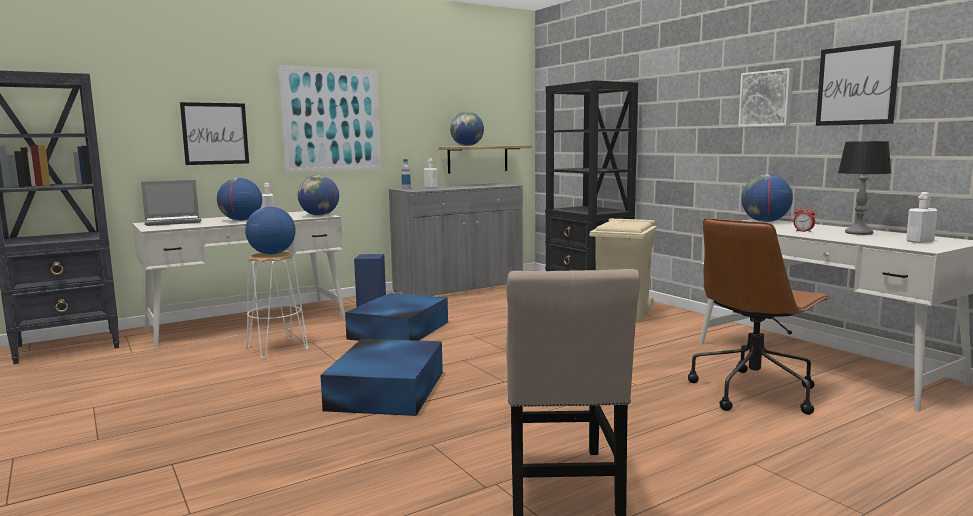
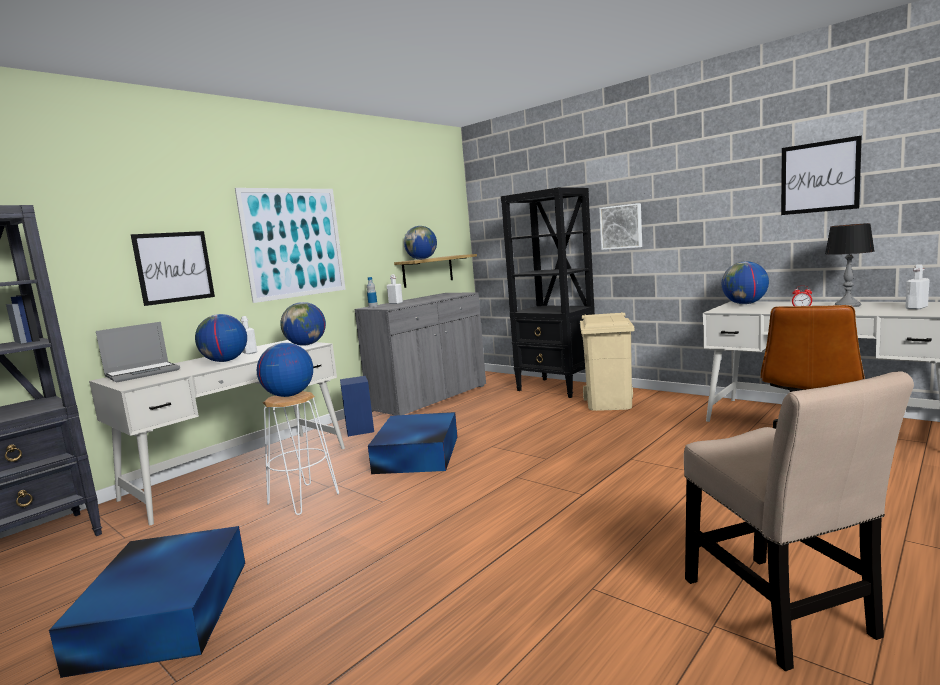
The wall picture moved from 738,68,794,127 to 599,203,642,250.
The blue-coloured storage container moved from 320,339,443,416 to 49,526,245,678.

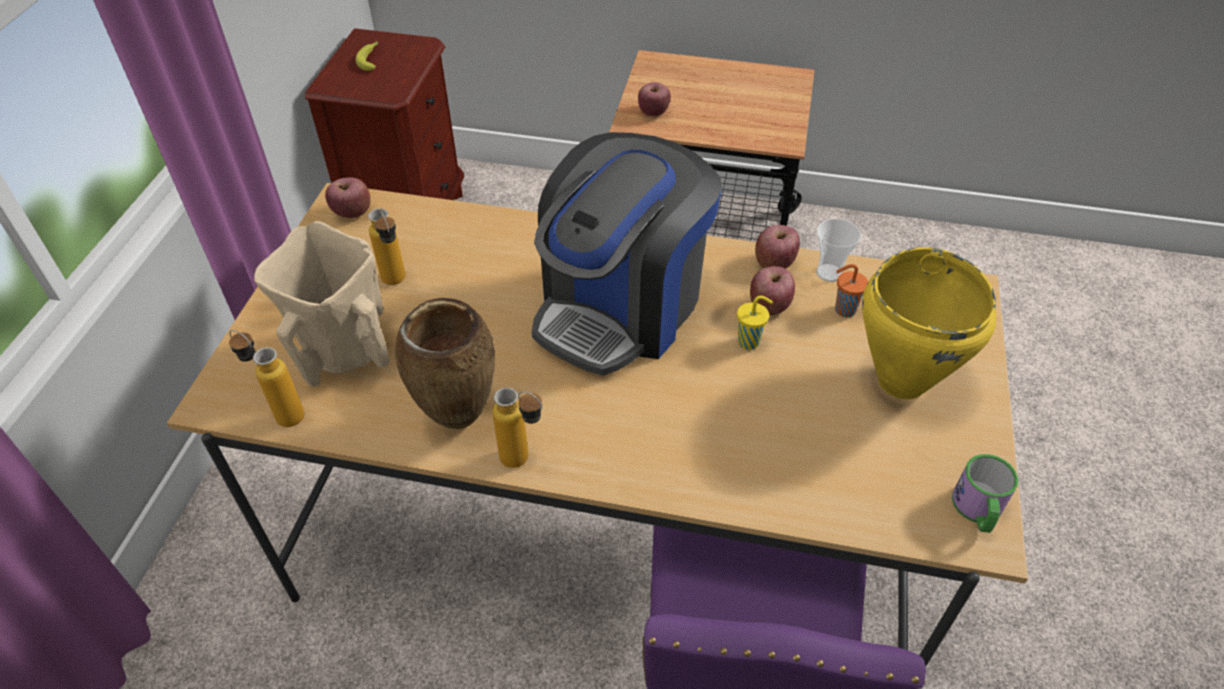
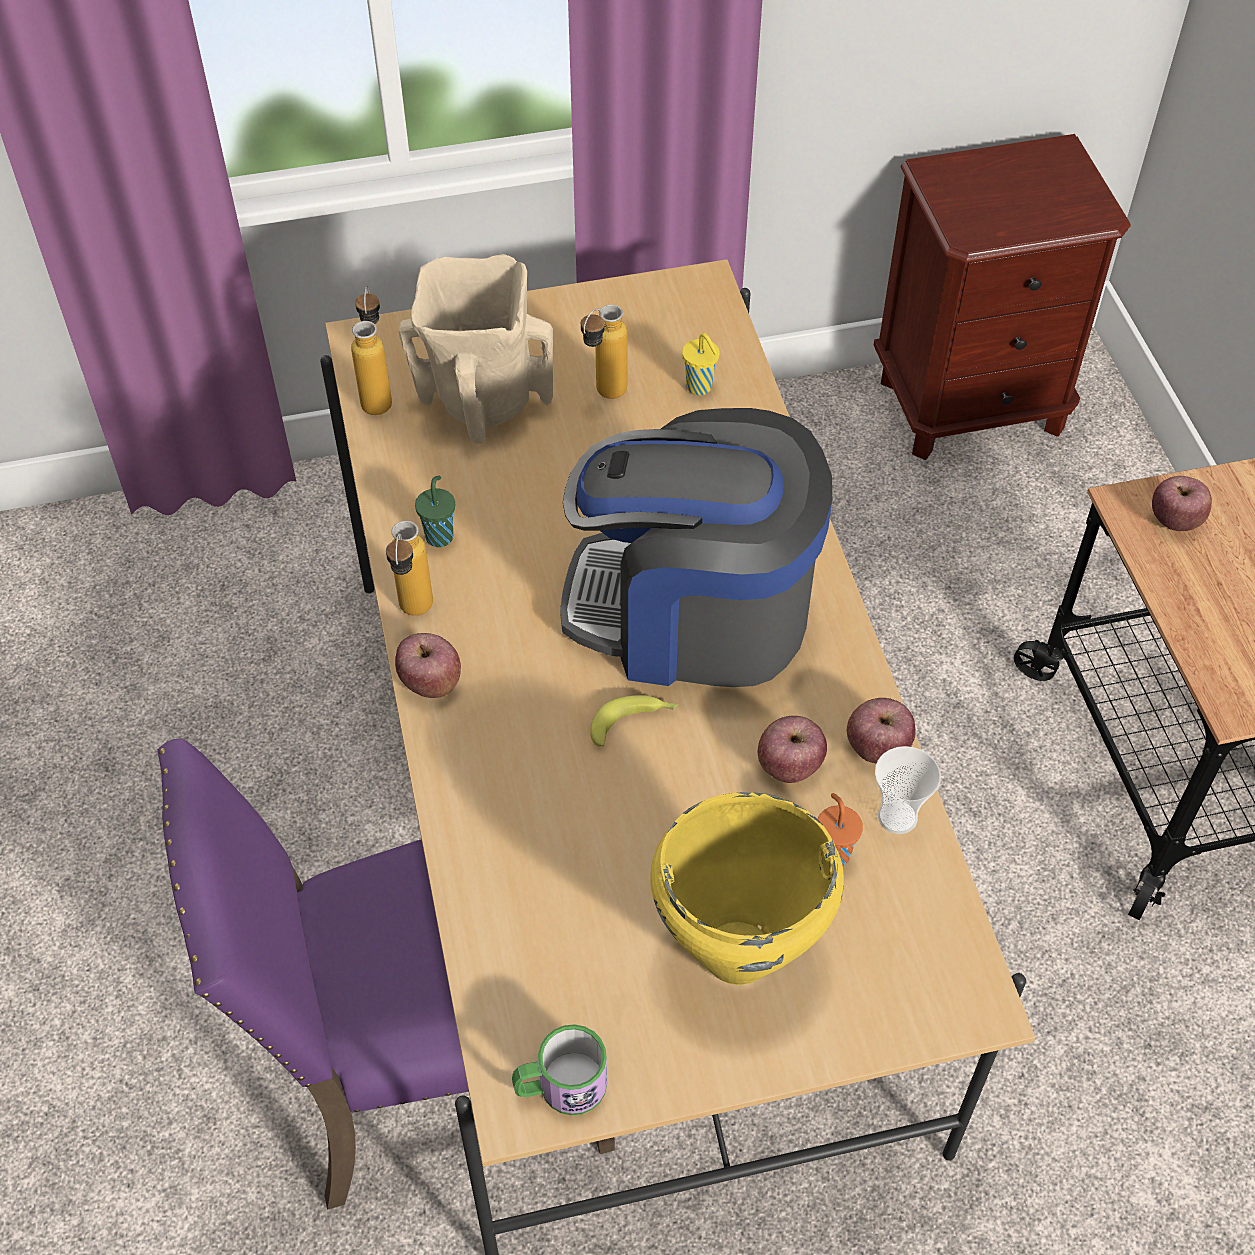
The banana fruit moved from 356,41,378,71 to 590,695,679,746.
The apple moved from 325,177,371,218 to 395,633,461,698.
The yellowish small cup moved from 737,296,773,350 to 682,333,719,395.
The brown-coloured vase at 395,298,495,429 was replaced by the green small cup at 415,476,455,547.

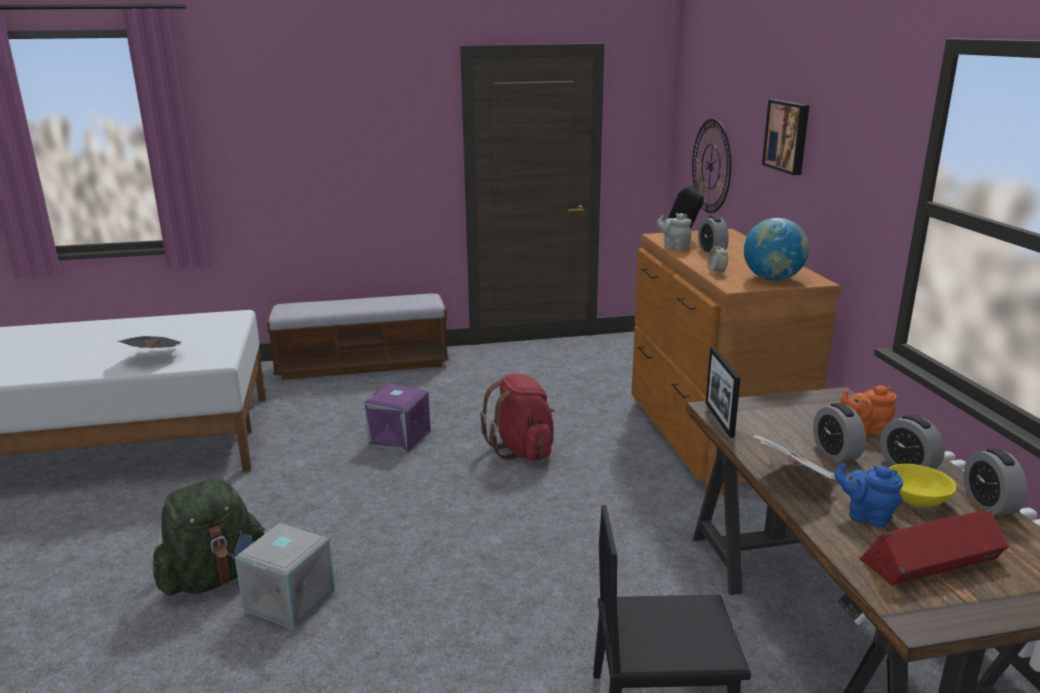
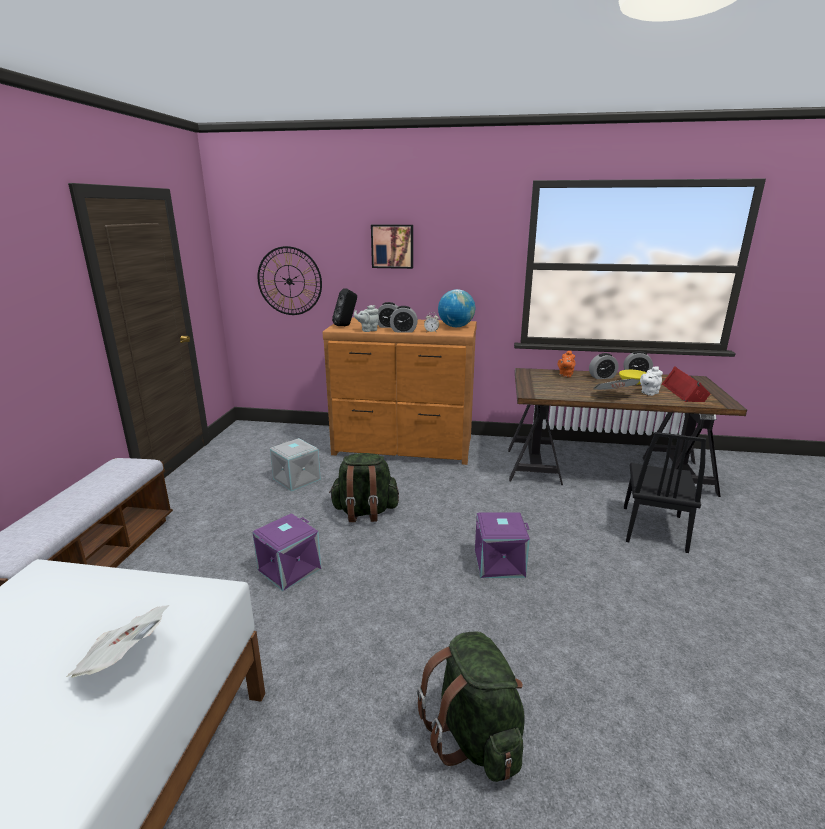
The photo frame at 705,347,741,438 disappeared.
The red-coloured knapsack at 480,374,555,461 became the green knapsack at 329,453,399,522.
The table clock moved from 813,403,866,462 to 390,306,418,333.
The blue-coloured pot for tea at 835,463,903,528 became the whitish pot for tea at 640,366,663,396.
The greyish storage container moved from 235,523,335,630 to 270,438,321,491.
The purple storage container at 475,513,530,578 appeared.

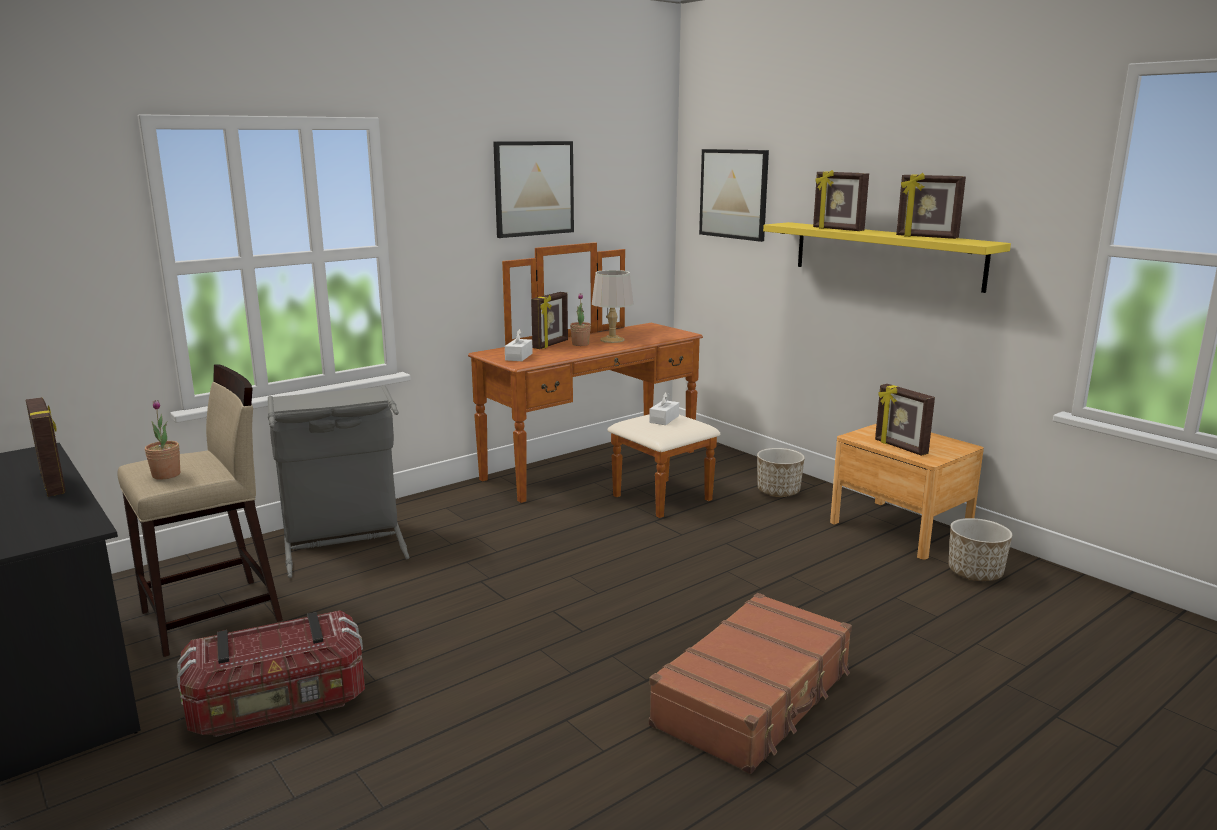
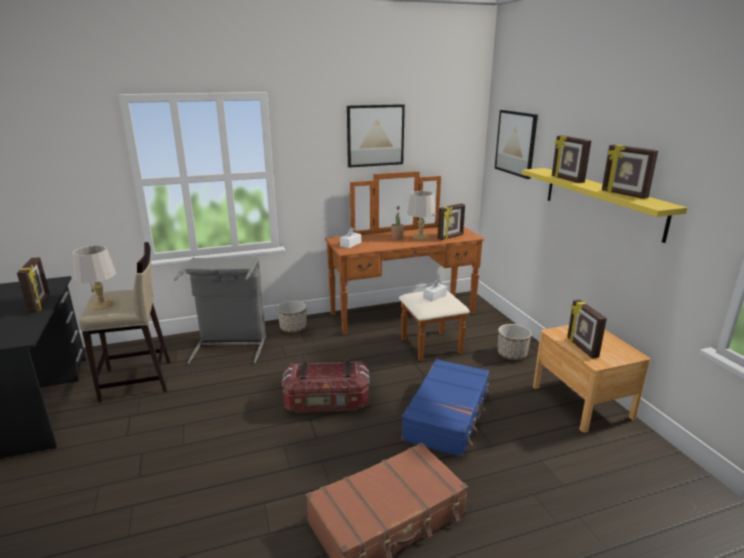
The photo frame moved from 531,292,568,349 to 437,203,465,240.
The houseplant at 145,400,180,480 was replaced by the greyish table lamp at 73,245,116,310.
The planter moved from 948,518,1012,581 to 277,301,307,333.
The storage container moved from 177,610,365,737 to 282,360,370,413.
The blue-coloured suitcase at 401,359,491,458 appeared.

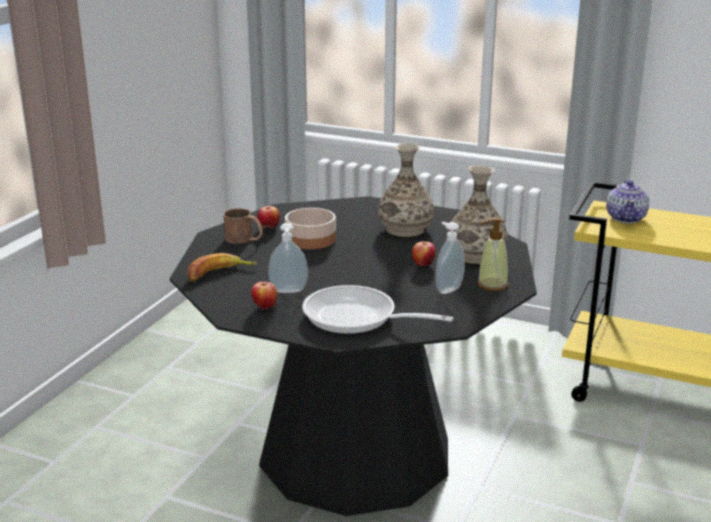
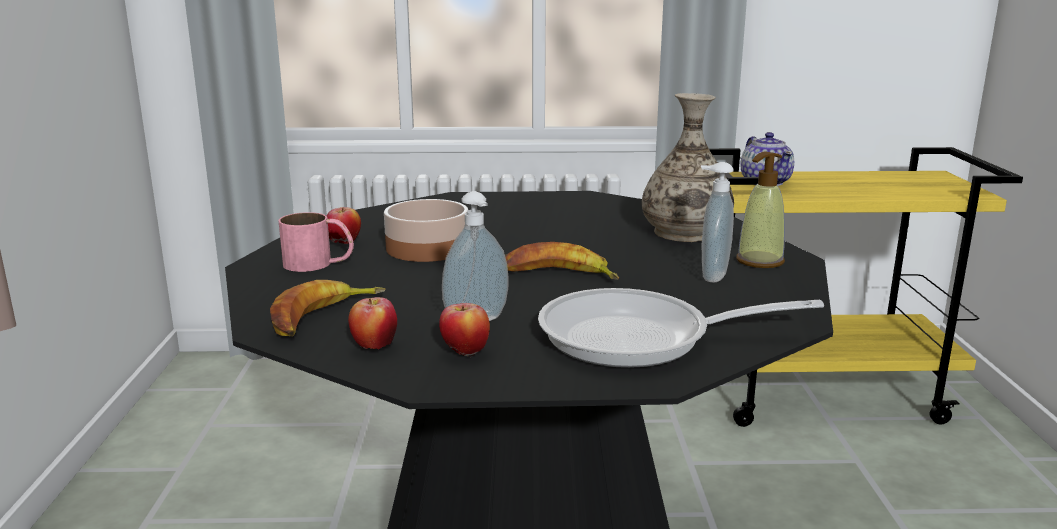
The vase at 378,143,435,237 disappeared.
The brown-coloured coffee mug at 224,208,263,244 became the pink-coloured coffee mug at 278,212,354,272.
The apple moved from 412,241,435,267 to 348,297,397,350.
The banana fruit at 505,242,619,280 appeared.

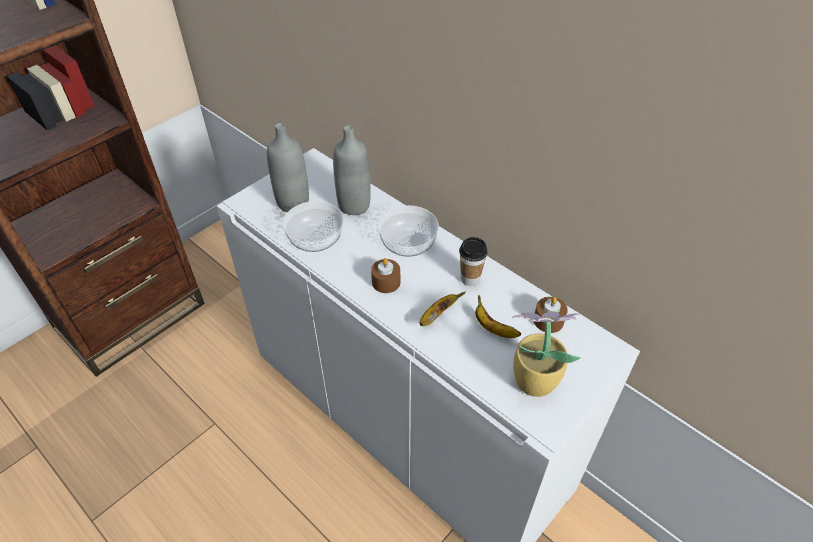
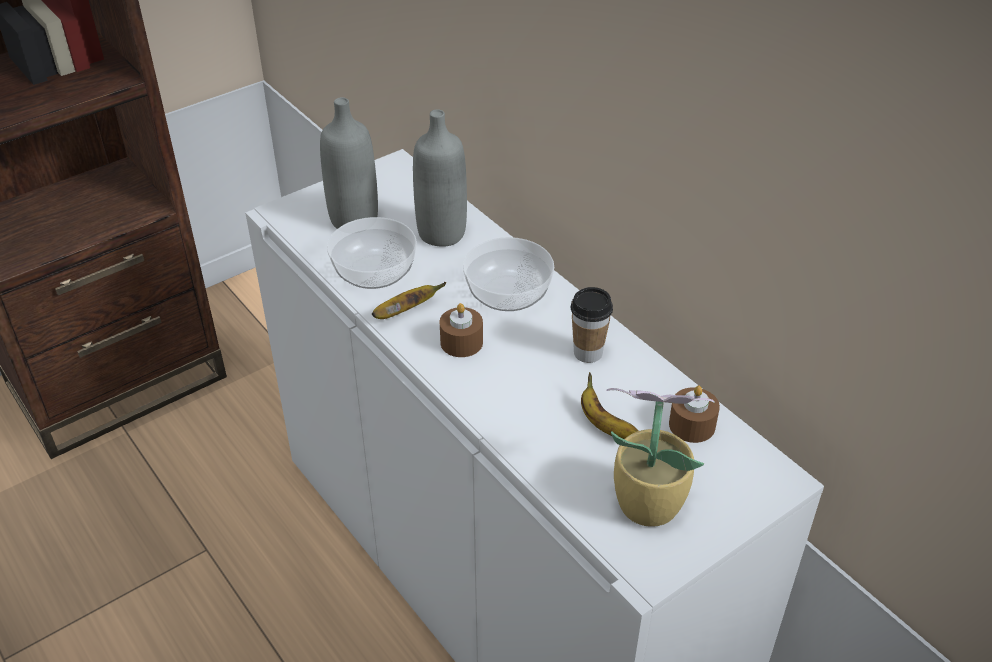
The banana fruit moved from 419,291,465,326 to 372,282,446,319.

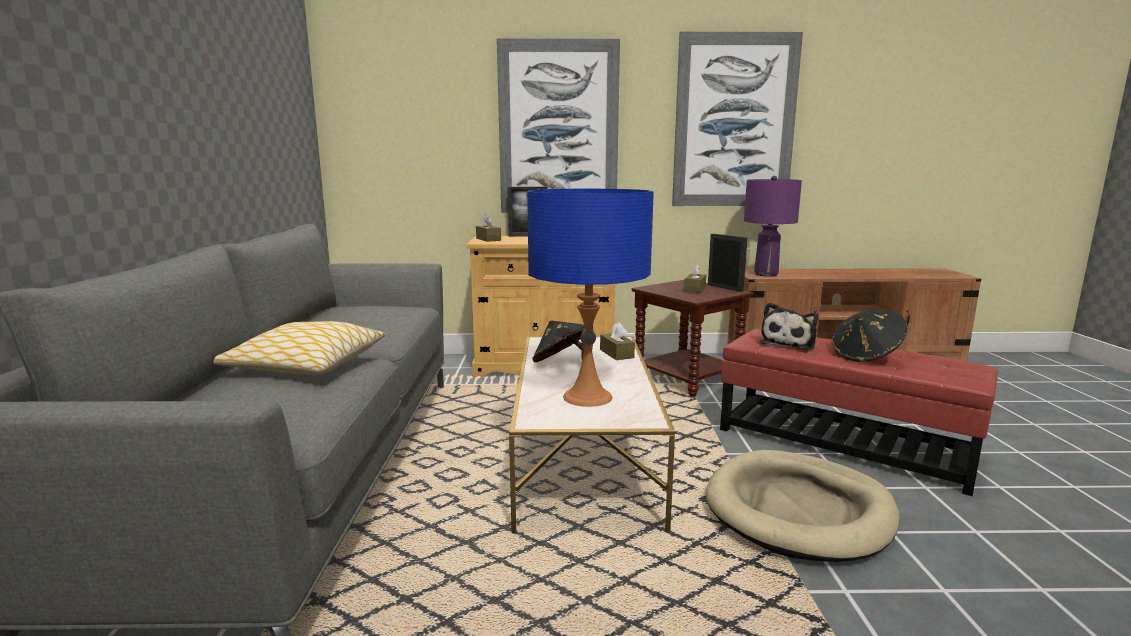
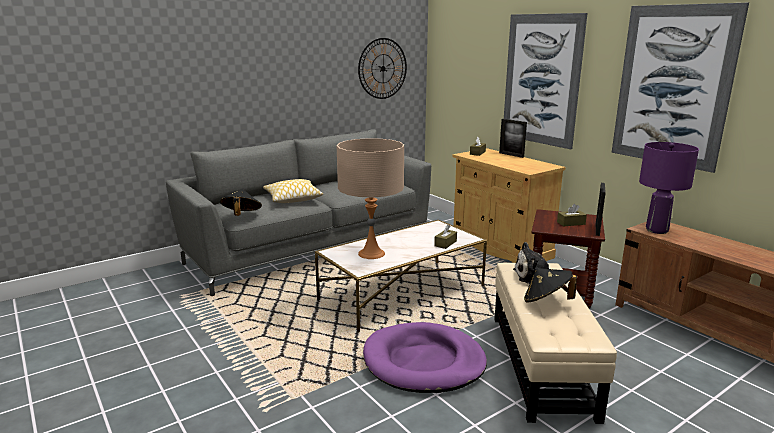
The blue-coloured table lamp at 527,189,654,407 became the beige table lamp at 337,138,404,259.
The blackish clothing hat moved from 532,321,593,362 to 220,189,262,216.
The red-coloured footrest at 720,329,998,496 became the beige footrest at 494,263,617,424.
The beige dog cushion at 706,450,900,562 became the purple dog cushion at 363,322,487,393.
The hanging clock at 358,38,407,99 appeared.

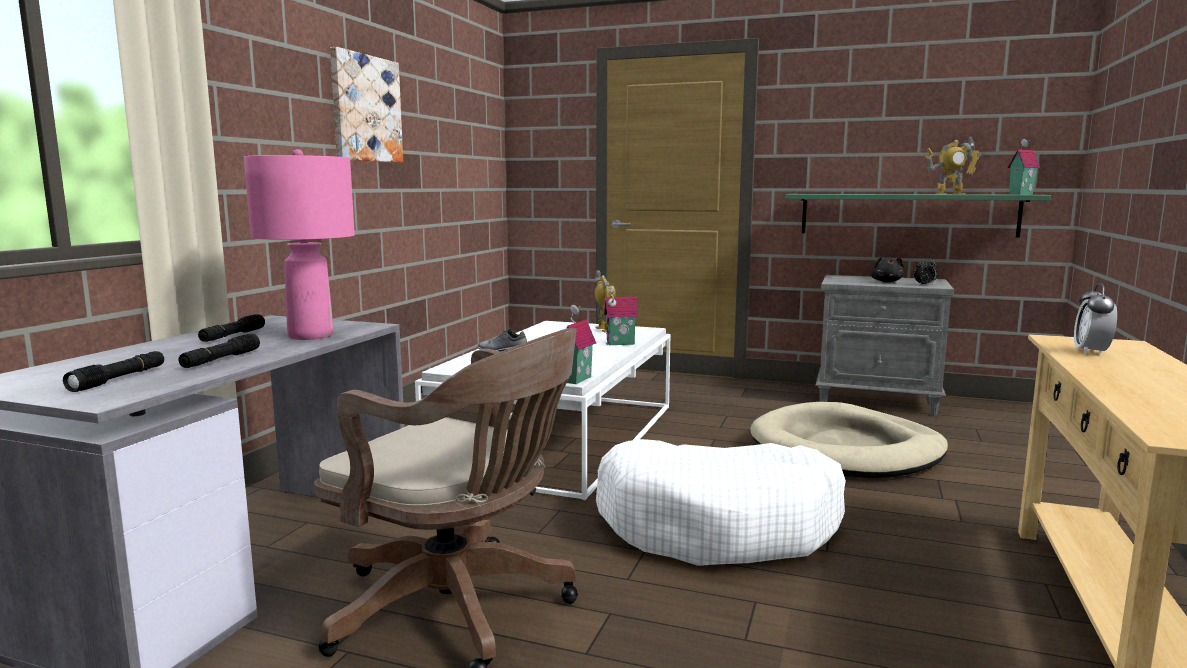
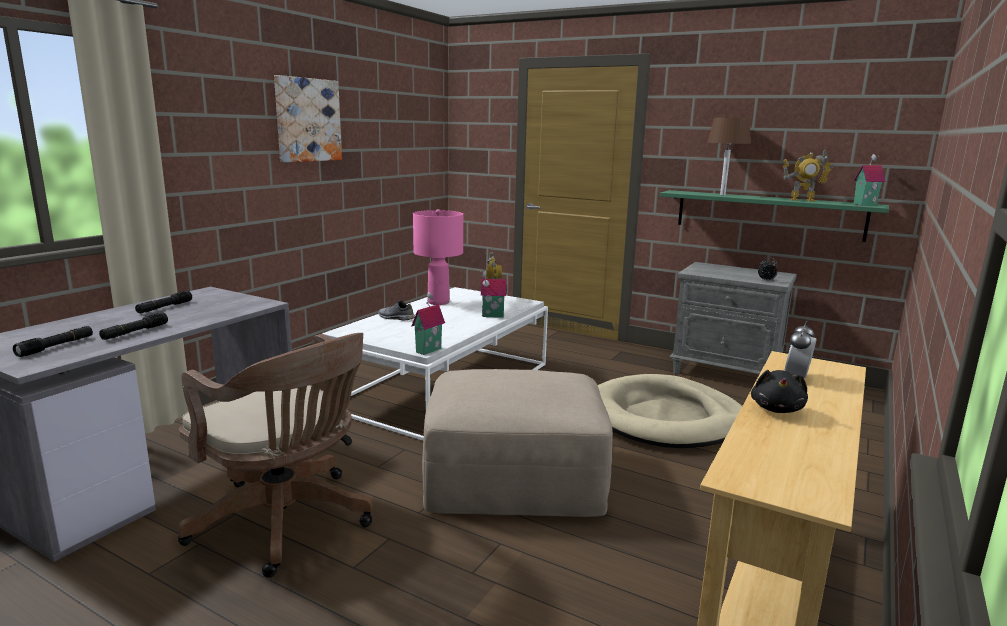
The pink-coloured table lamp moved from 244,149,355,340 to 413,209,463,305.
The blackish cuddly toy moved from 871,256,904,282 to 751,370,808,413.
The whitish dog cushion at 596,439,846,566 was replaced by the beige footrest at 422,369,613,517.
The brown-coloured table lamp at 707,117,751,195 appeared.

